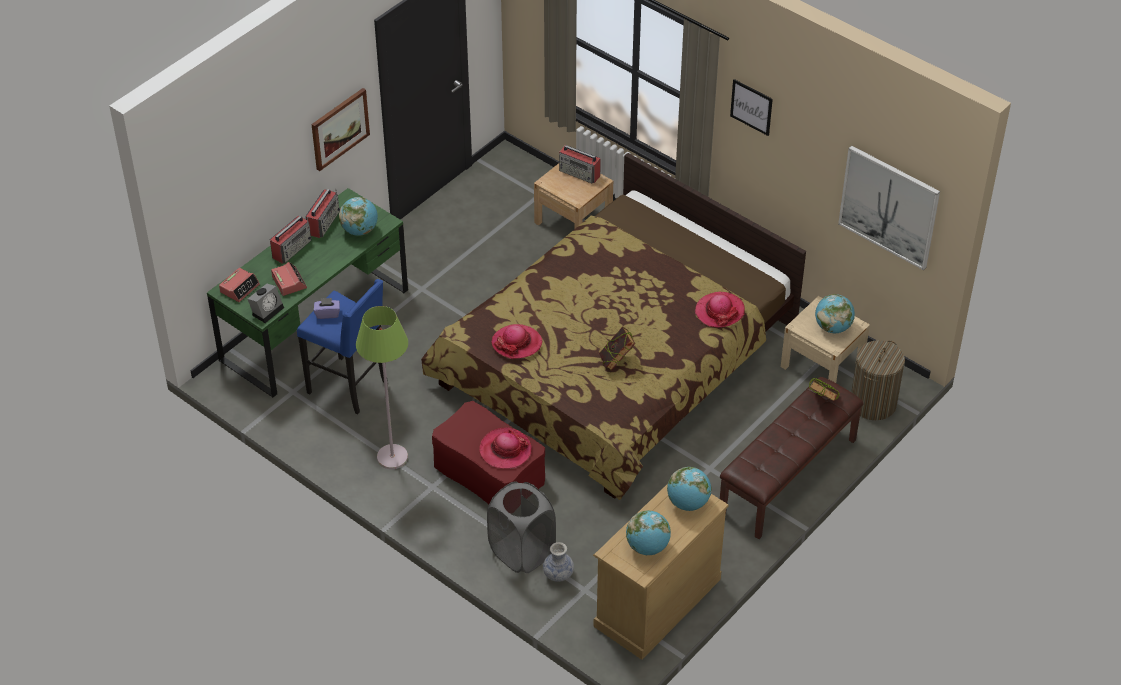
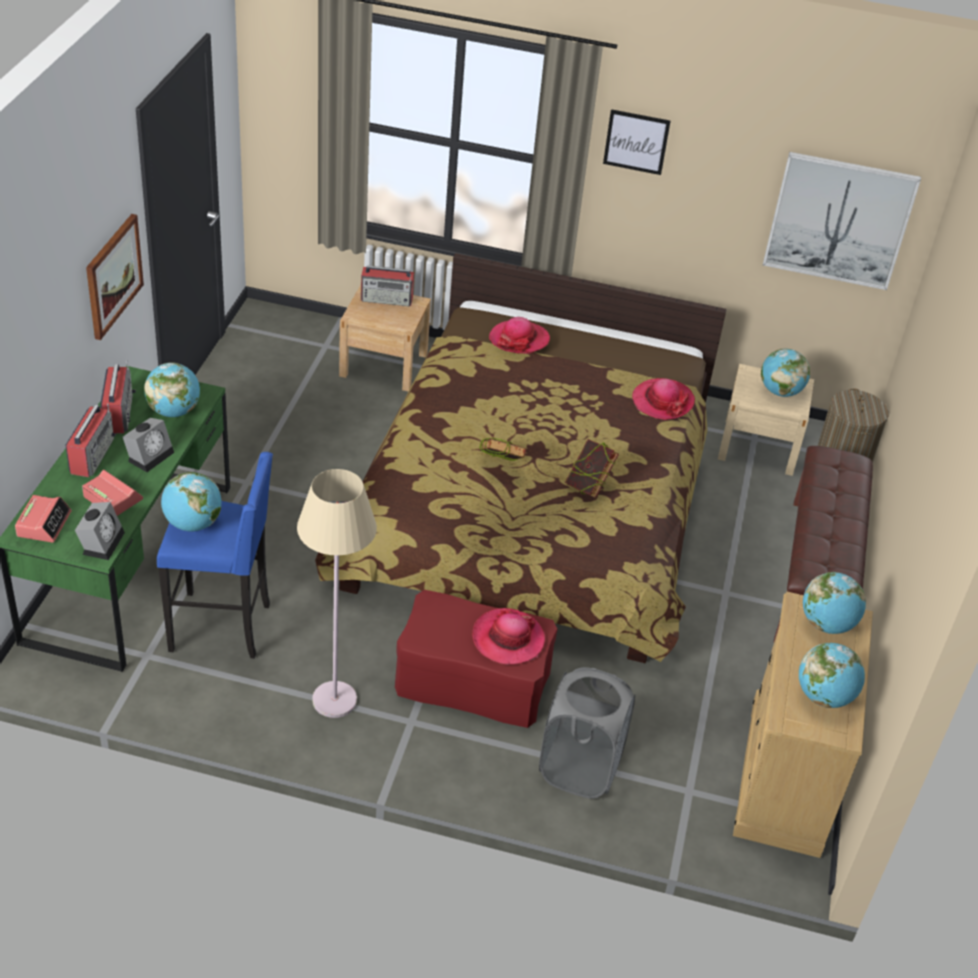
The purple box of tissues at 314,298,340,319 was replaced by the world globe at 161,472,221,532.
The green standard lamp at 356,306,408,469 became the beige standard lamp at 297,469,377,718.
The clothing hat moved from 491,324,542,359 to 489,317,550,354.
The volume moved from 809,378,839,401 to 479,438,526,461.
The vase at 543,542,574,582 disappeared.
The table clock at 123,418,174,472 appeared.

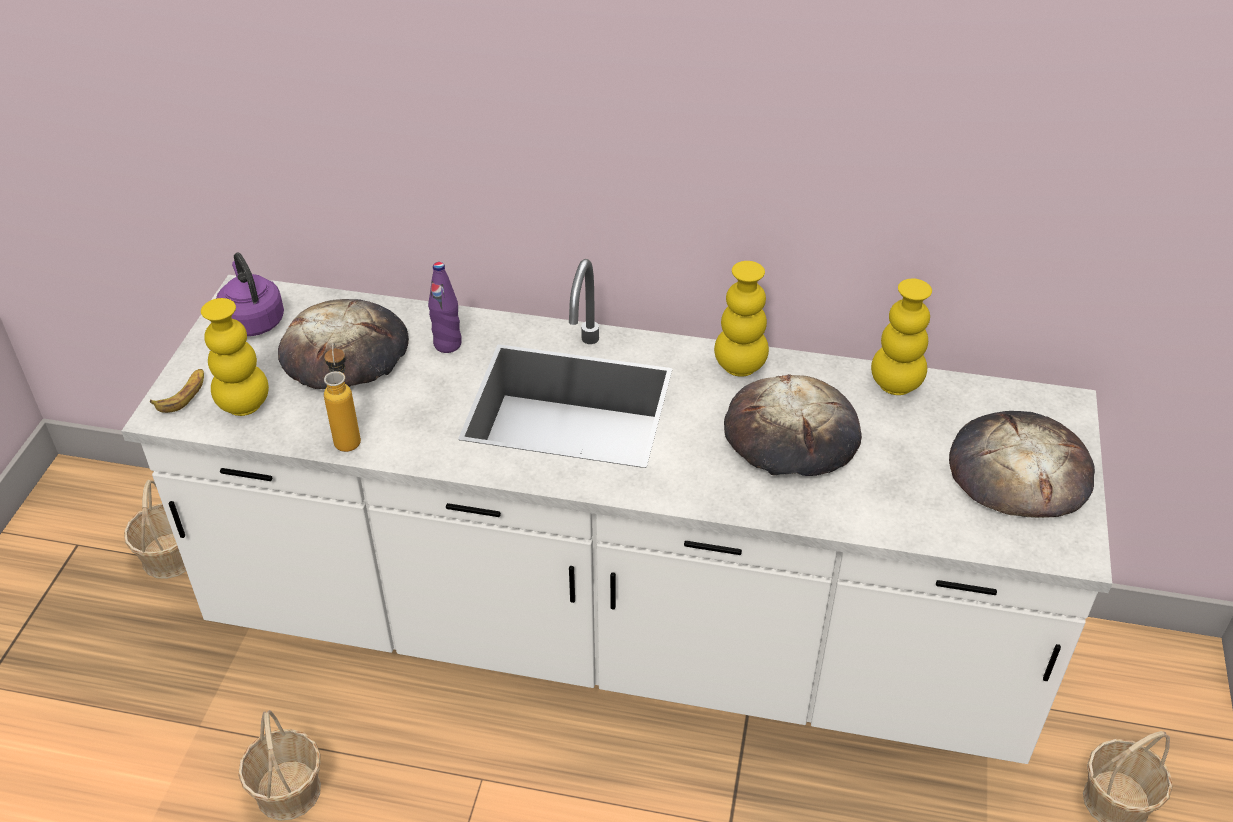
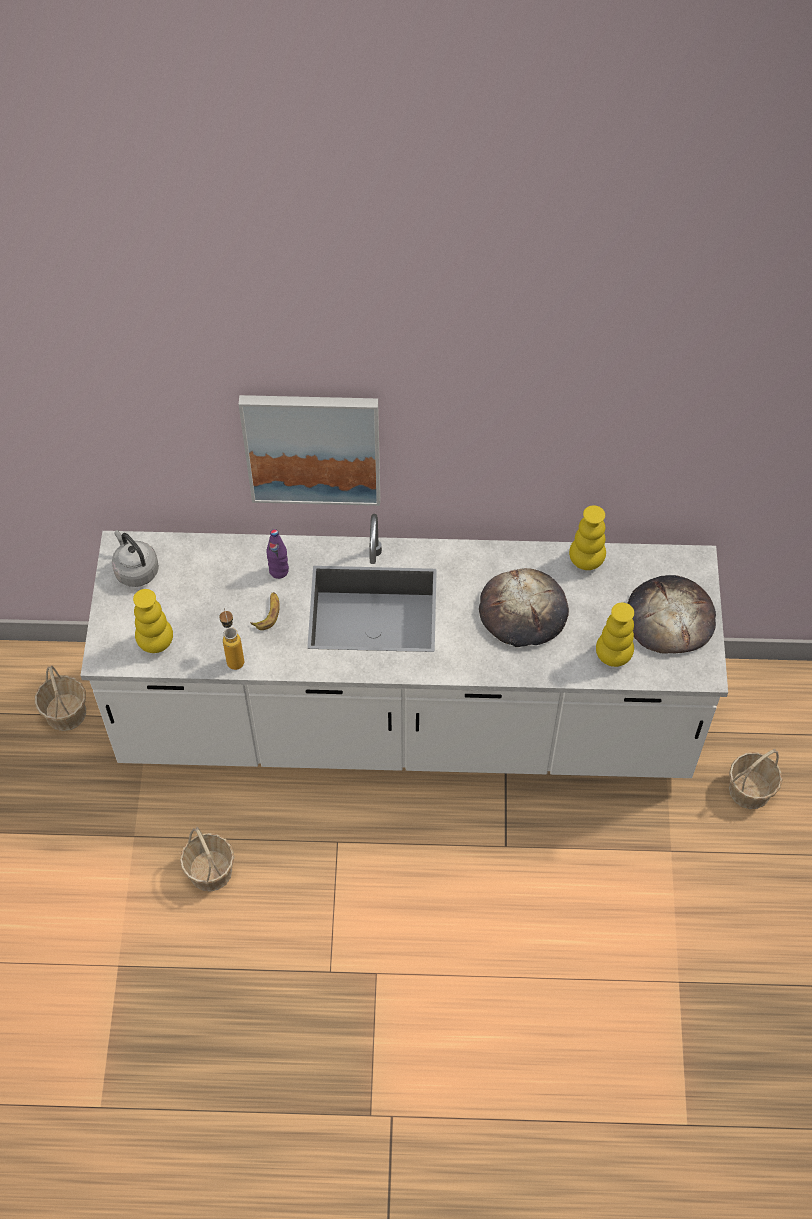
The purple water kettle at 216,253,284,336 became the greyish water kettle at 112,530,159,587.
The yellowish vase moved from 714,261,769,377 to 596,603,634,667.
The bakery bread at 278,299,409,389 disappeared.
The banana fruit moved from 150,369,204,413 to 250,592,280,630.
The wall picture at 239,395,380,506 appeared.

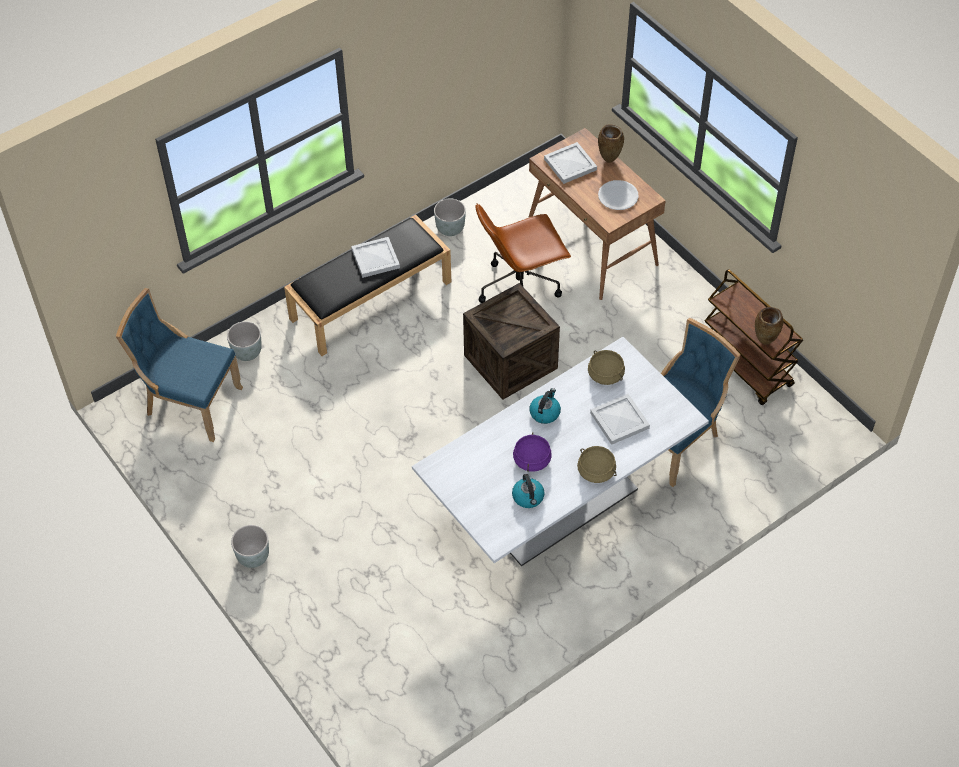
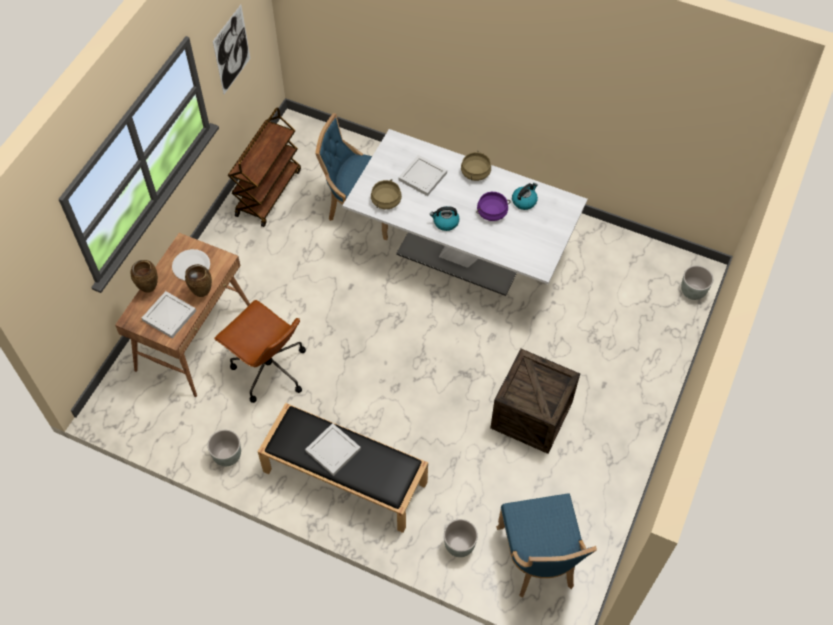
The shipping crate moved from 463,283,560,400 to 490,349,580,454.
The brown-coloured vase moved from 755,307,783,345 to 185,264,212,297.
The greyish planter moved from 231,525,269,568 to 681,266,713,300.
The wall picture at 213,5,251,94 appeared.

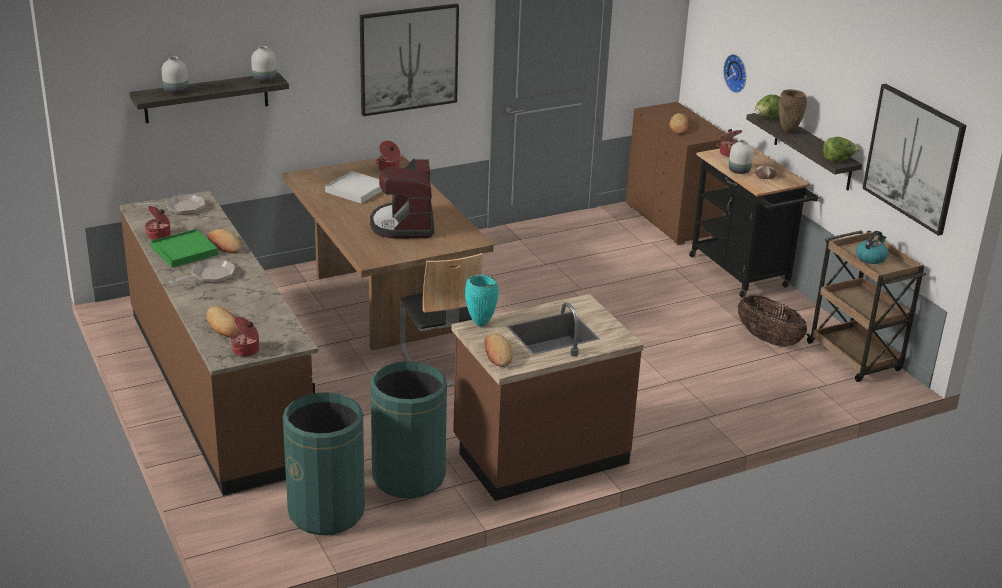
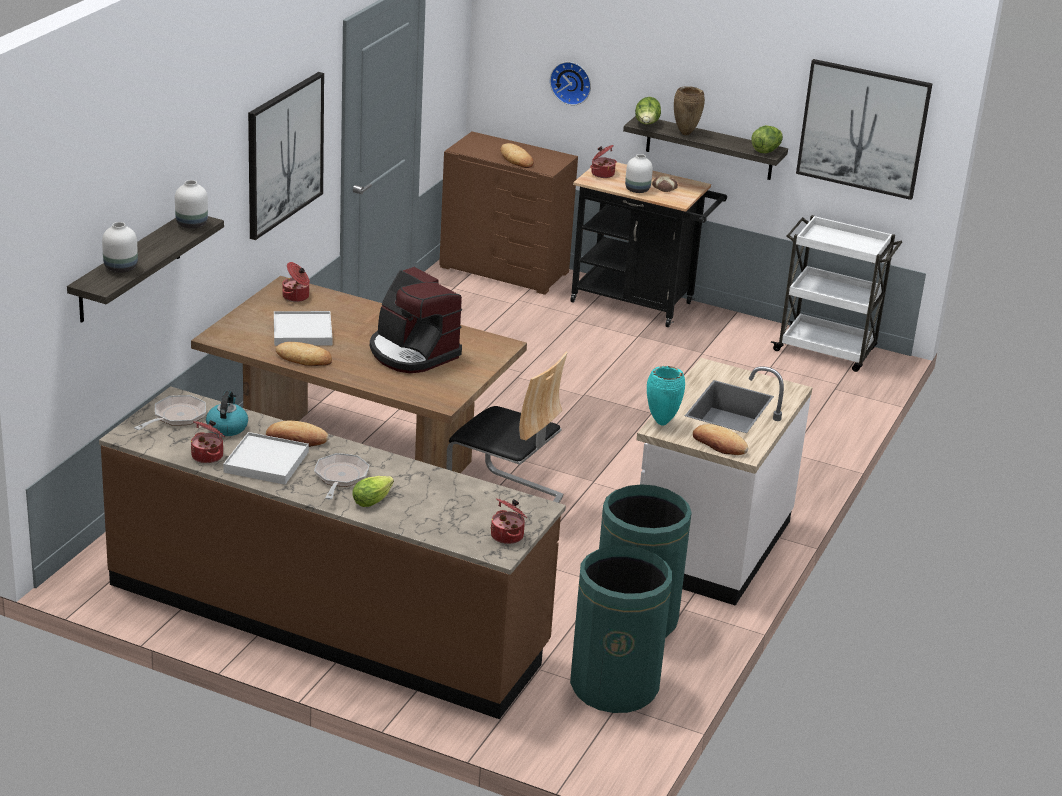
The green serving tray at 150,229,218,268 became the whitish serving tray at 223,432,309,485.
The brown-coloured trolley at 806,230,926,382 became the whitish trolley at 771,215,902,372.
The water kettle moved from 856,231,888,264 to 206,391,248,436.
The brown-coloured counter at 452,294,644,501 became the whitish counter at 637,358,813,606.
The storage basket at 738,296,807,347 disappeared.
The bakery bread moved from 206,306,239,338 to 275,342,332,366.
The lettuce head at 352,476,394,507 appeared.

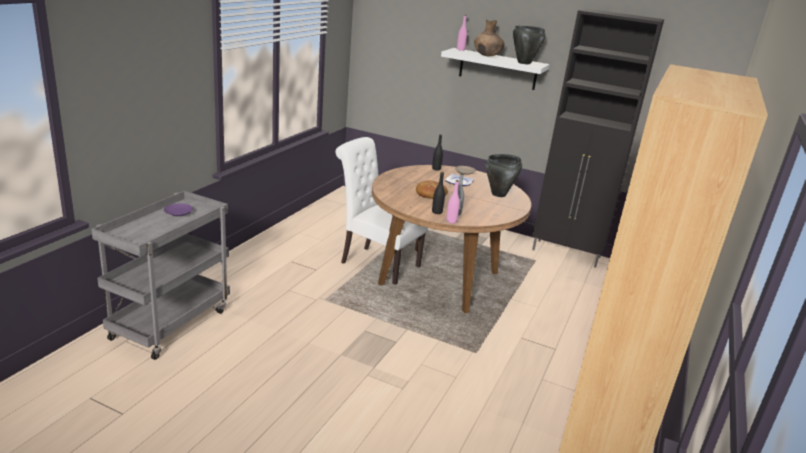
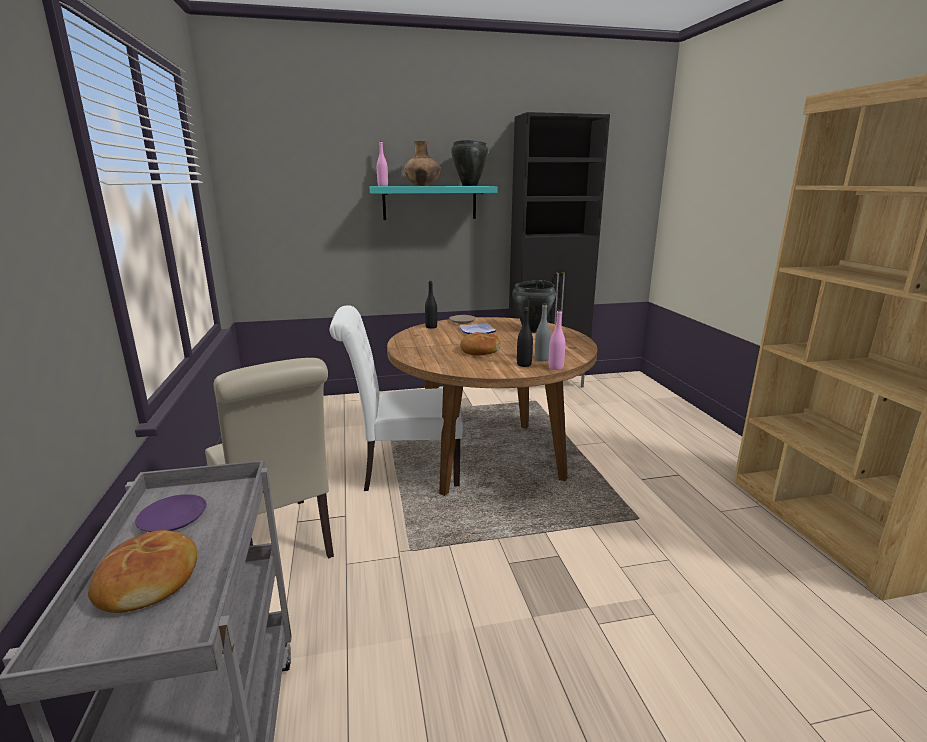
The whitish wall shelf at 441,48,550,90 became the blue-green wall shelf at 370,186,498,220.
The beige chair at 205,358,334,559 appeared.
The bakery bread at 88,530,197,613 appeared.

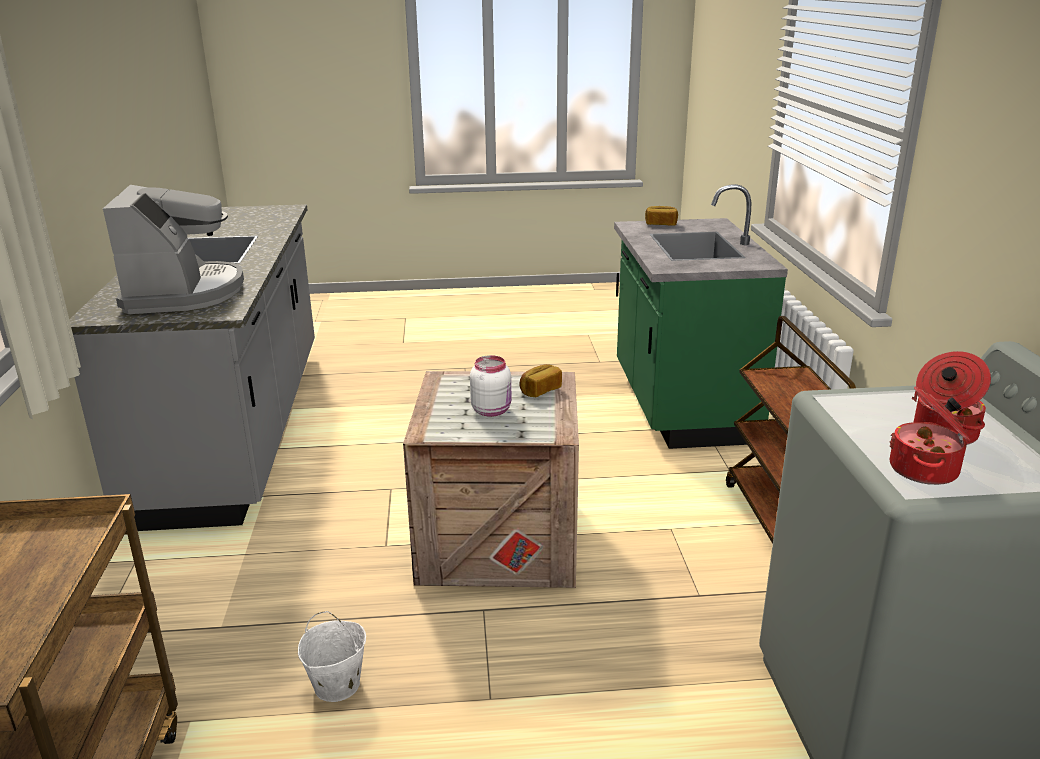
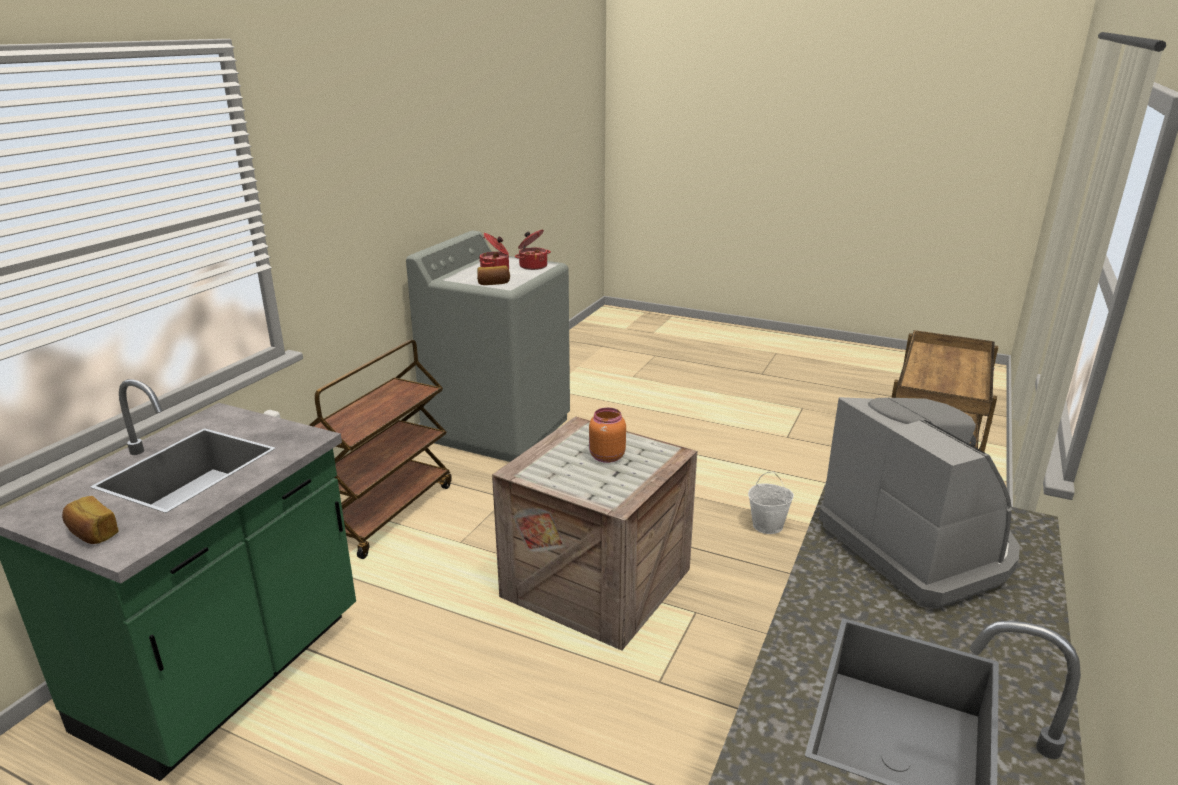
The coffee maker at 103,185,244,314 turned 135 degrees clockwise.
The whitish preserve jar at 470,355,511,417 became the orange preserve jar at 589,408,626,463.
The bakery bread moved from 520,364,562,397 to 477,266,510,285.

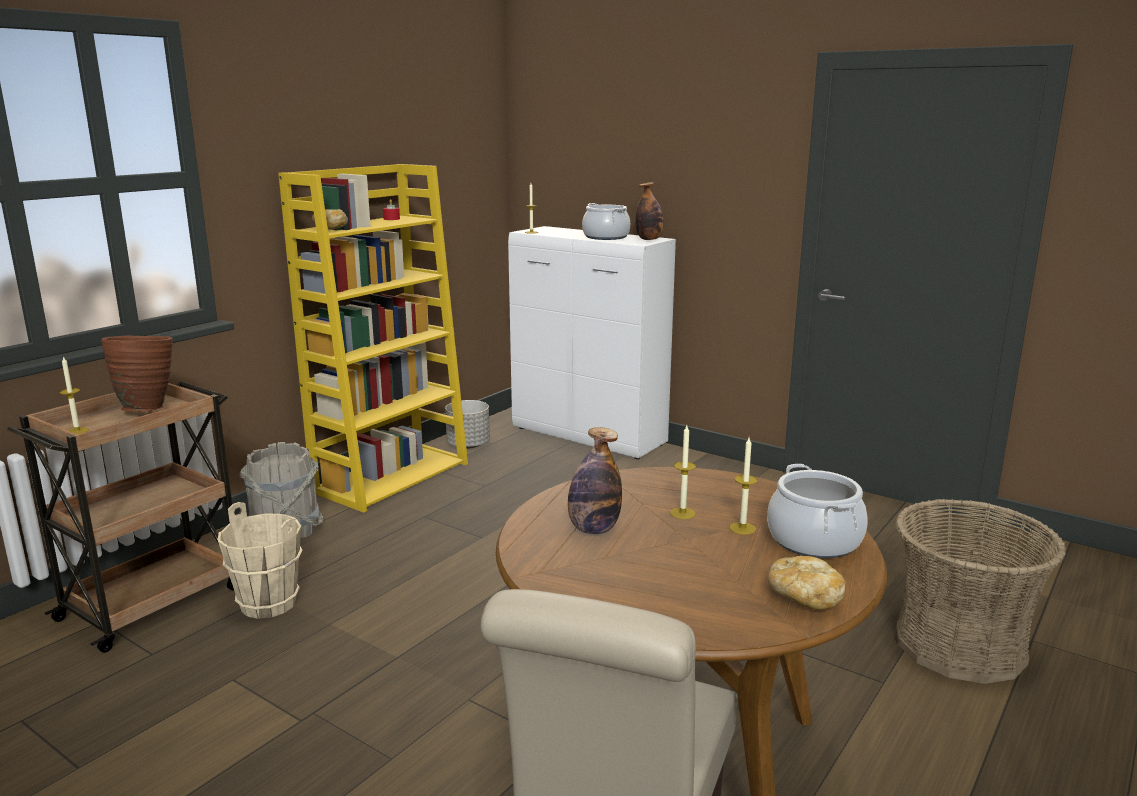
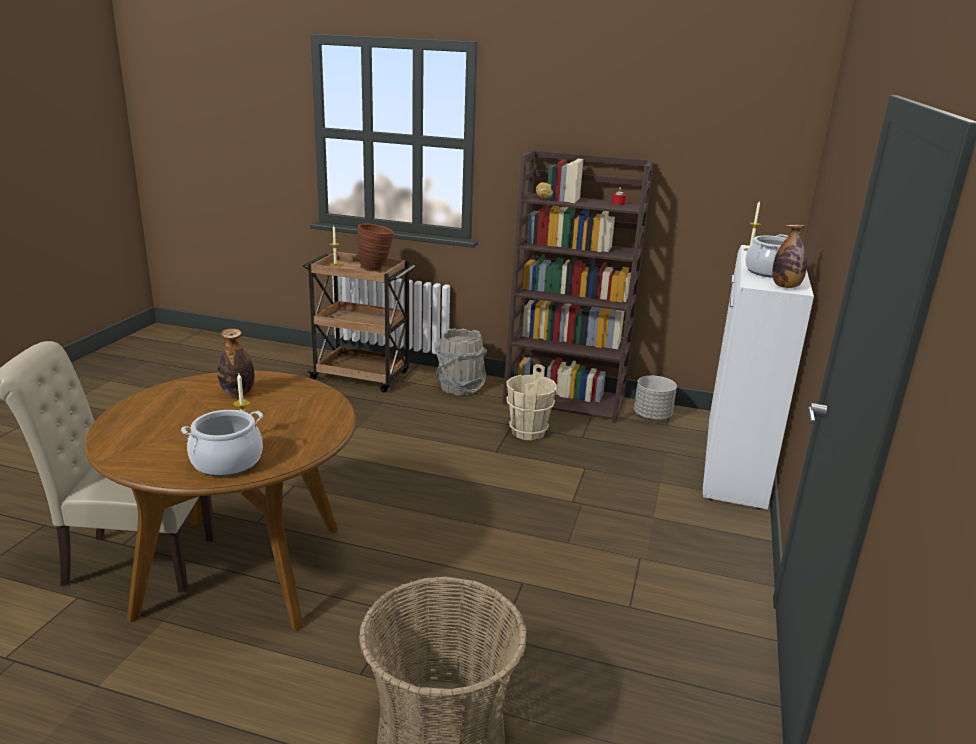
The yellowish bookcase at 278,164,468,513 became the brown-coloured bookcase at 502,150,653,423.
The wax candle at 670,425,696,519 disappeared.
The beige pail moved from 218,502,302,619 to 506,364,557,440.
The bakery bread at 768,556,846,610 disappeared.

